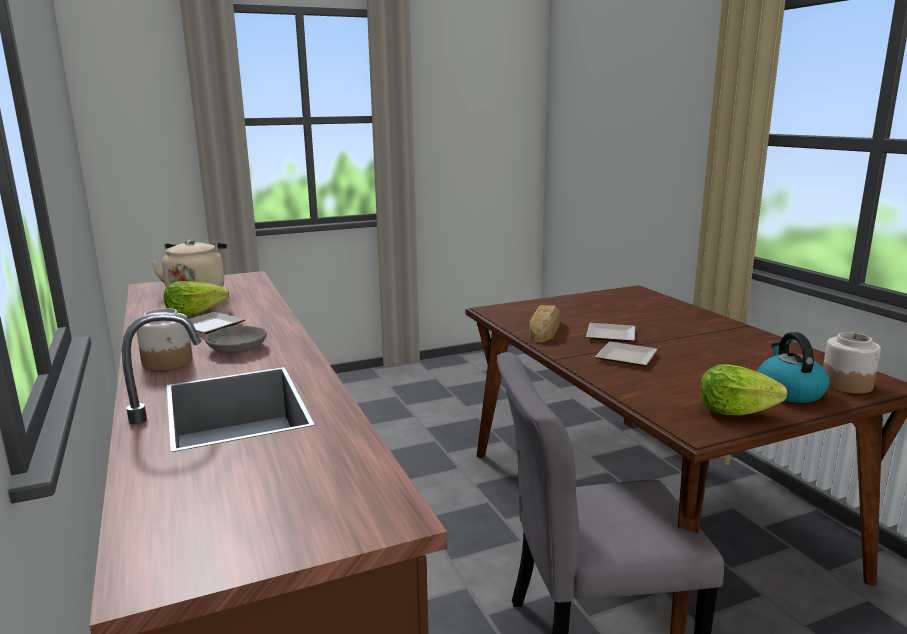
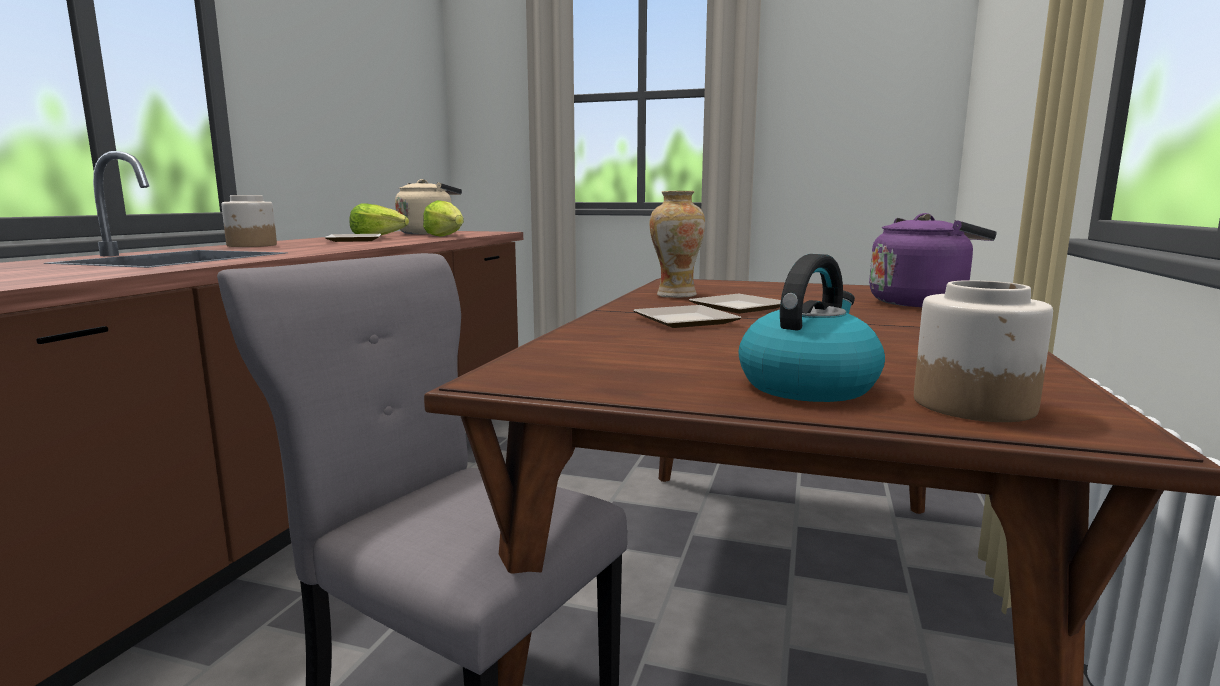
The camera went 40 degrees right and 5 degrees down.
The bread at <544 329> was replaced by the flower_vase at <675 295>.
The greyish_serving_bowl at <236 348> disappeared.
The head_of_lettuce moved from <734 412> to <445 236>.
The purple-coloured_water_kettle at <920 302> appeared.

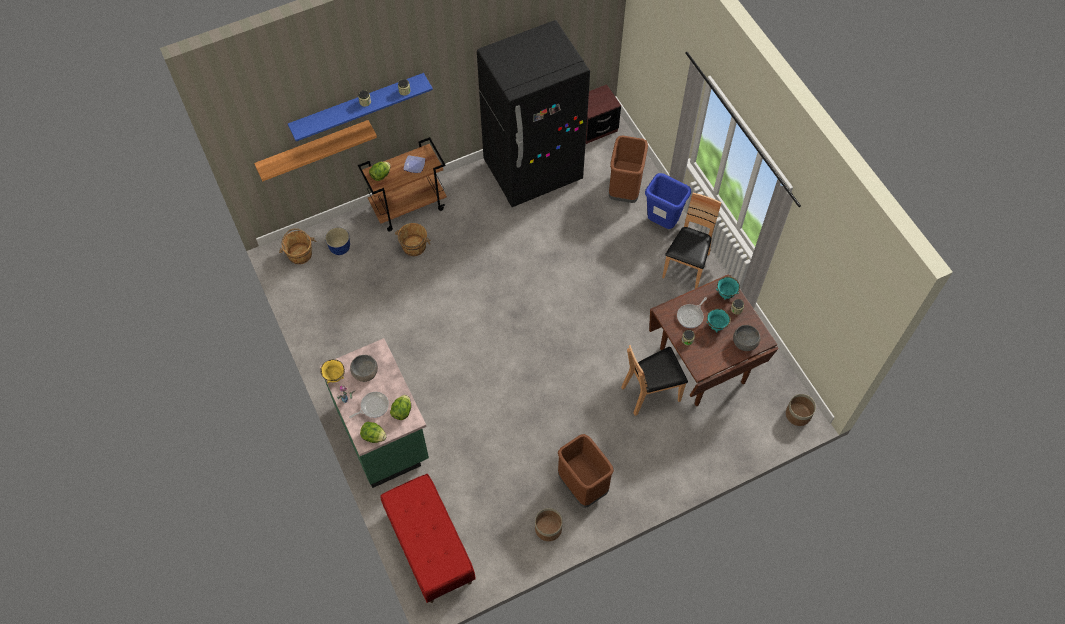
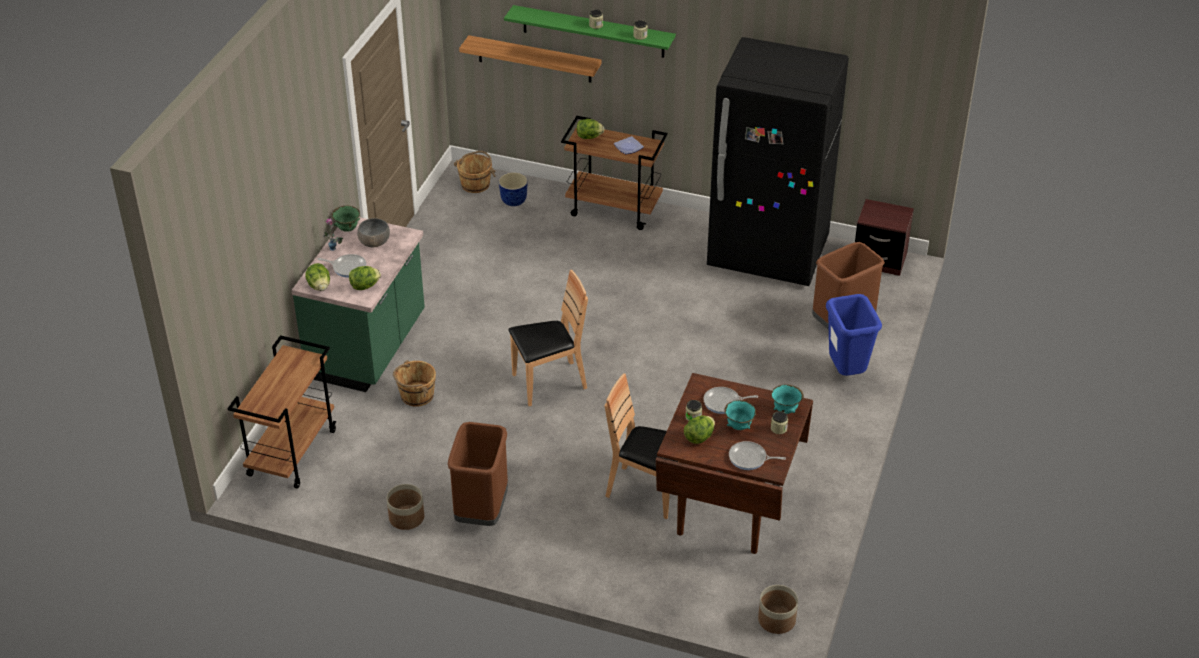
The camera went 45 degrees right and 20 degrees down.
The blue-coloured_shelf at <358 105> became the greenish_shelf at <593 31>.
The brown-coloured_upright_chair moved from <686 266> to <549 383>.
The brown-coloured_pail moved from <413 246> to <416 395>.
The greyish_serving_bowl at <745 342> was replaced by the frying_pan at <749 458>.
The yellow-coloured_serving_bowl at <334 377> became the greenish_serving_bowl at <347 229>.
The reddish_bench at <429 547> was replaced by the brown-coloured_wheeled_cart at <292 452>.
The head_of_lettuce at <699 437> appeared.

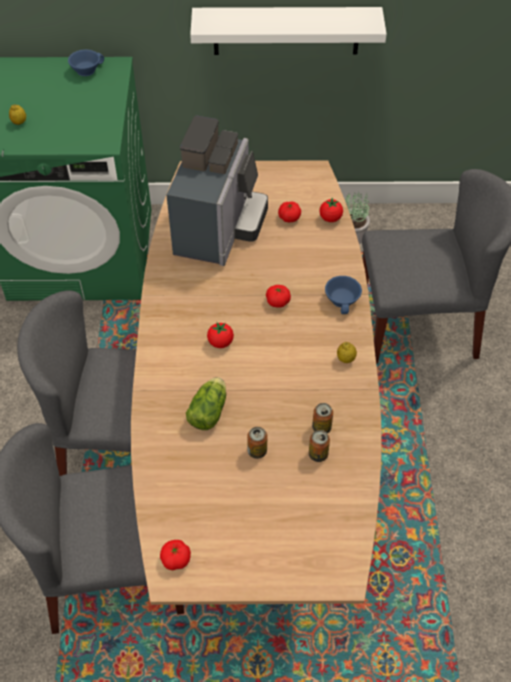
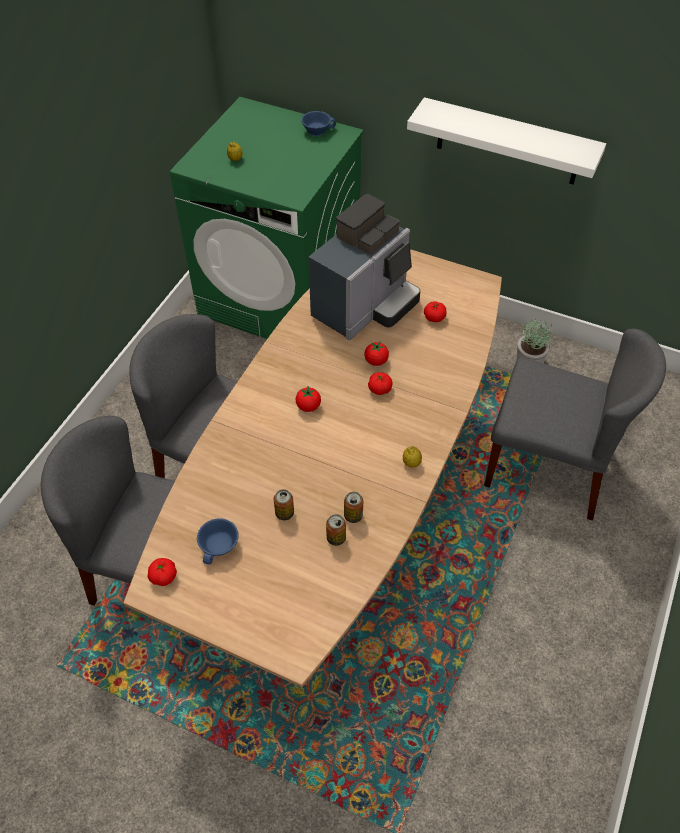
The camera went 25 degrees right and 0 degrees up.
The whole_tomato moved from <330 218> to <376 361>.
The blue-coloured_drinking_cup moved from <343 300> to <220 546>.
The head_of_lettuce at <209 410> disappeared.

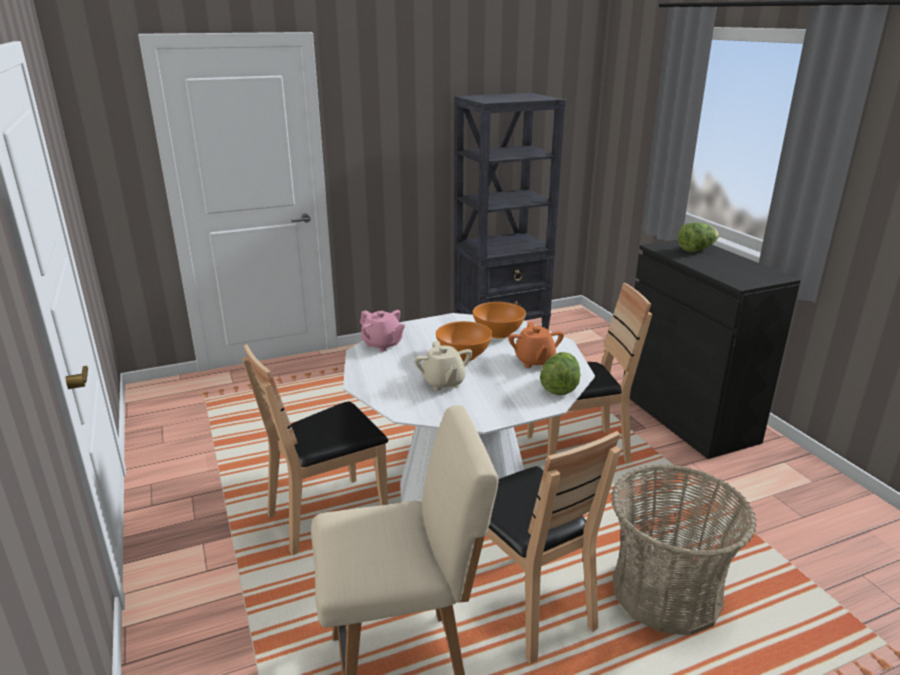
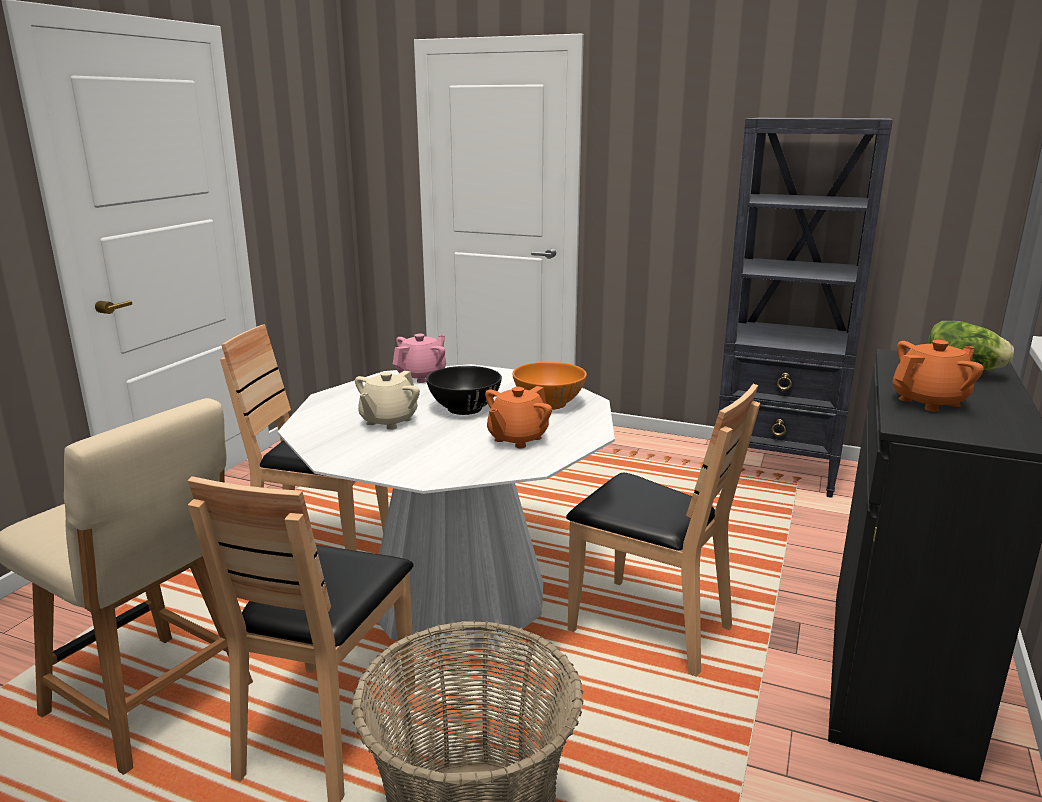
The camera went 45 degrees right and 5 degrees down.
The pinkish_pot_for_tea at <382 344> turned 135 degrees counterclockwise.
The orange_serving_bowl at <463 355> became the black-coloured_serving_bowl at <464 408>.
The head_of_lettuce at <560 387> disappeared.
The orange_pot_for_tea at <930 401> appeared.

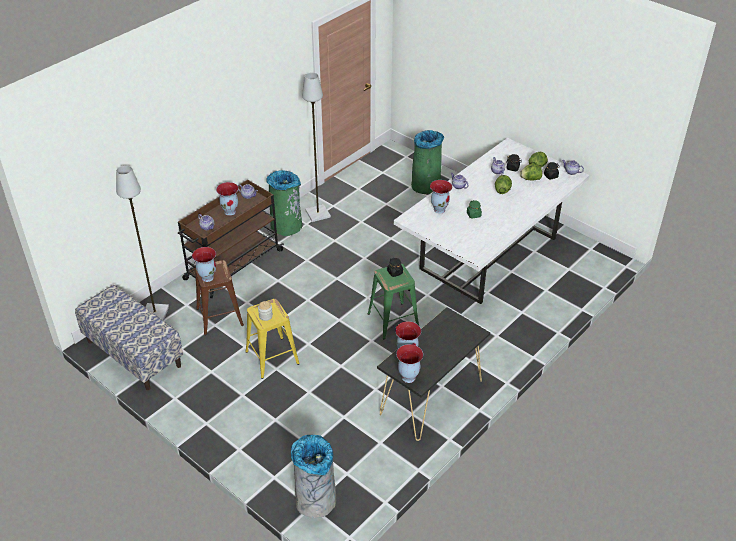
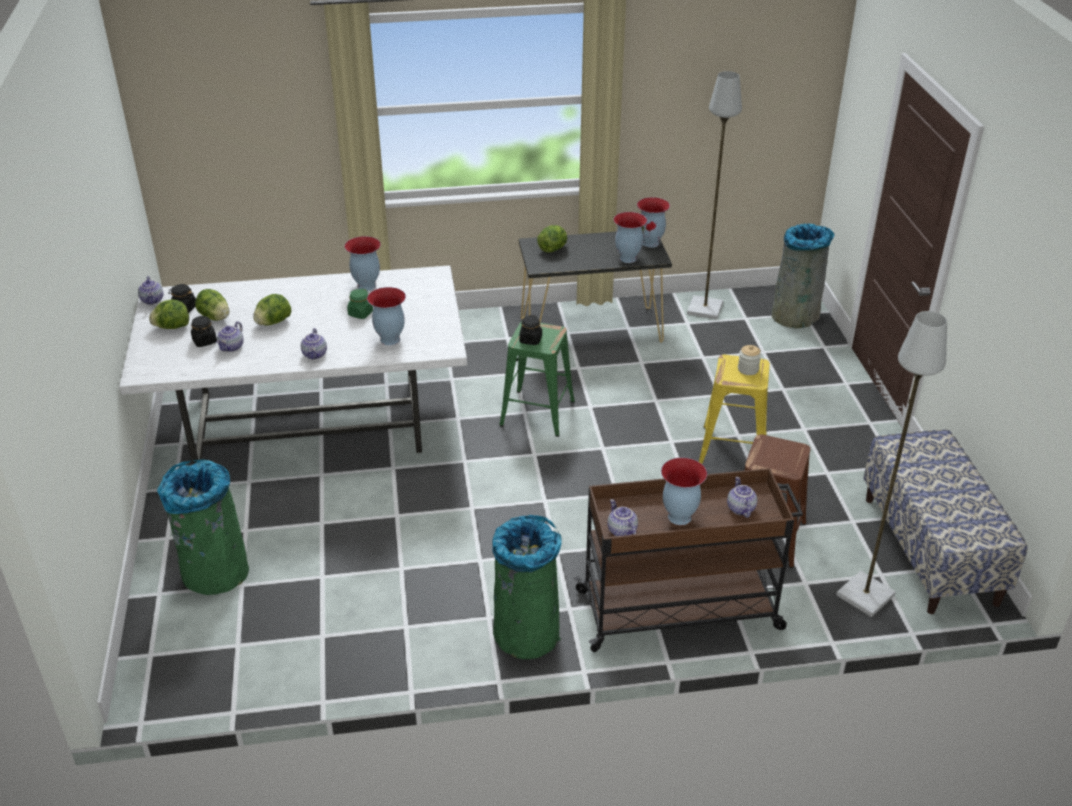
The camera went 140 degrees left and 5 degrees down.
The greyish_standing_lamp moved from <317 214> to <705 309>.
The flower_vase moved from <207 277> to <366 286>.
The head_of_lettuce at <553 249> appeared.

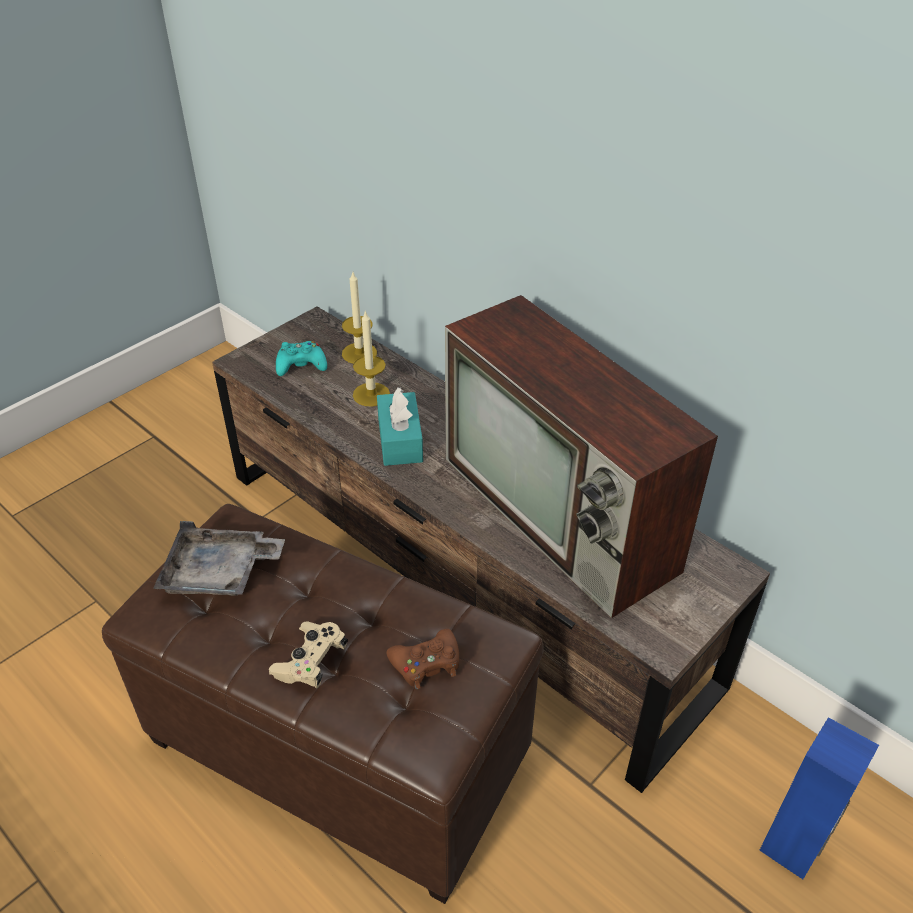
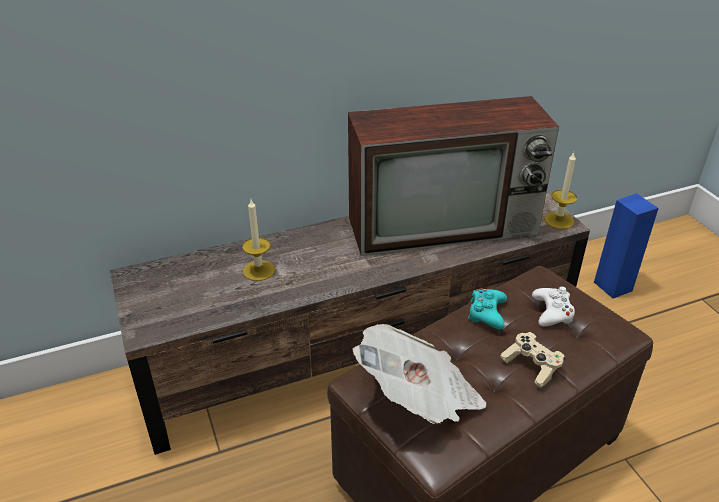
The camera went 65 degrees left and 5 degrees down.
The wax_light moved from <359 353> to <559 220>.
The turquoise-coloured_gamepad moved from <301 365> to <487 313>.
The turquoise-coloured_tissue_holder at <400 440> disappeared.
The greyish_serving_tray at <219 573> was replaced by the newspaper at <419 397>.
The brown-coloured_gamepad at <426 663> became the whitish_gamepad at <552 312>.

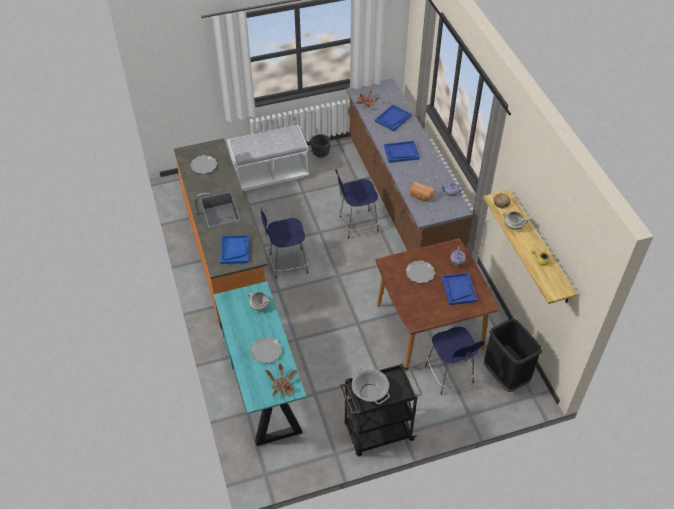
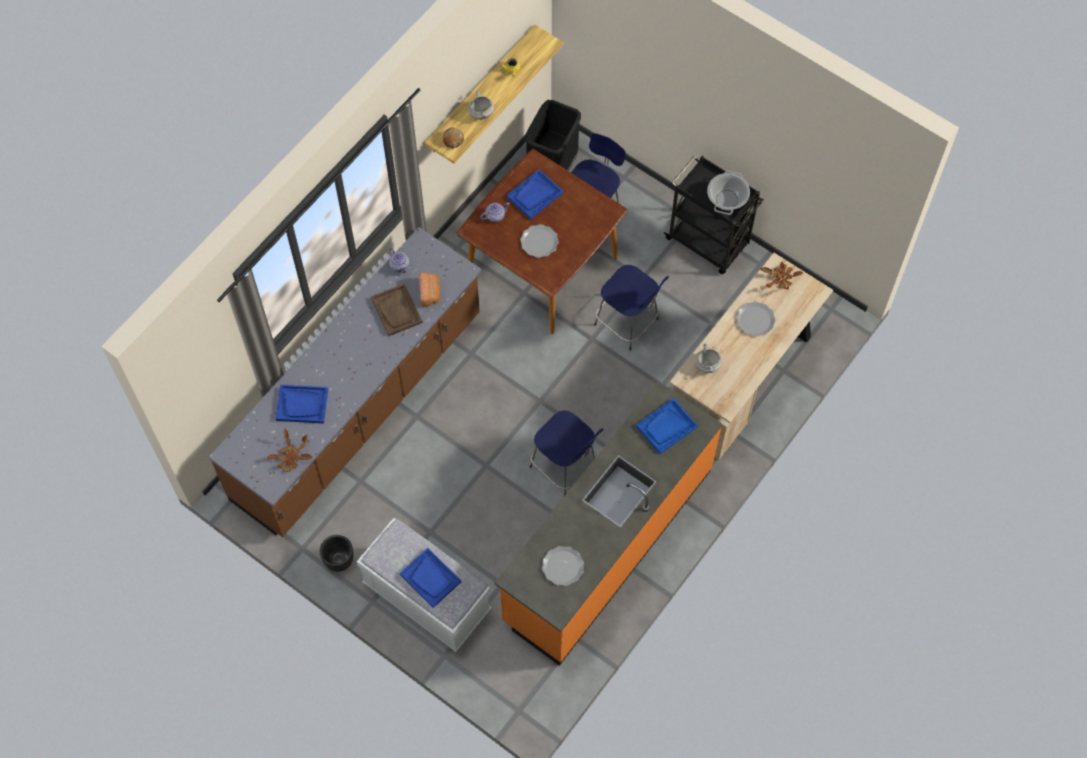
The camera went 125 degrees left and 15 degrees up.
The blue-coloured_serving_tray moved from <401 152> to <430 578>.
The blue-coloured_stool_seat moved from <357 224> to <628 323>.
The turquoise-coloured_desk at <262 385> became the beige-coloured_desk at <742 378>.
The brown-coloured_serving_tray at <396 311> appeared.

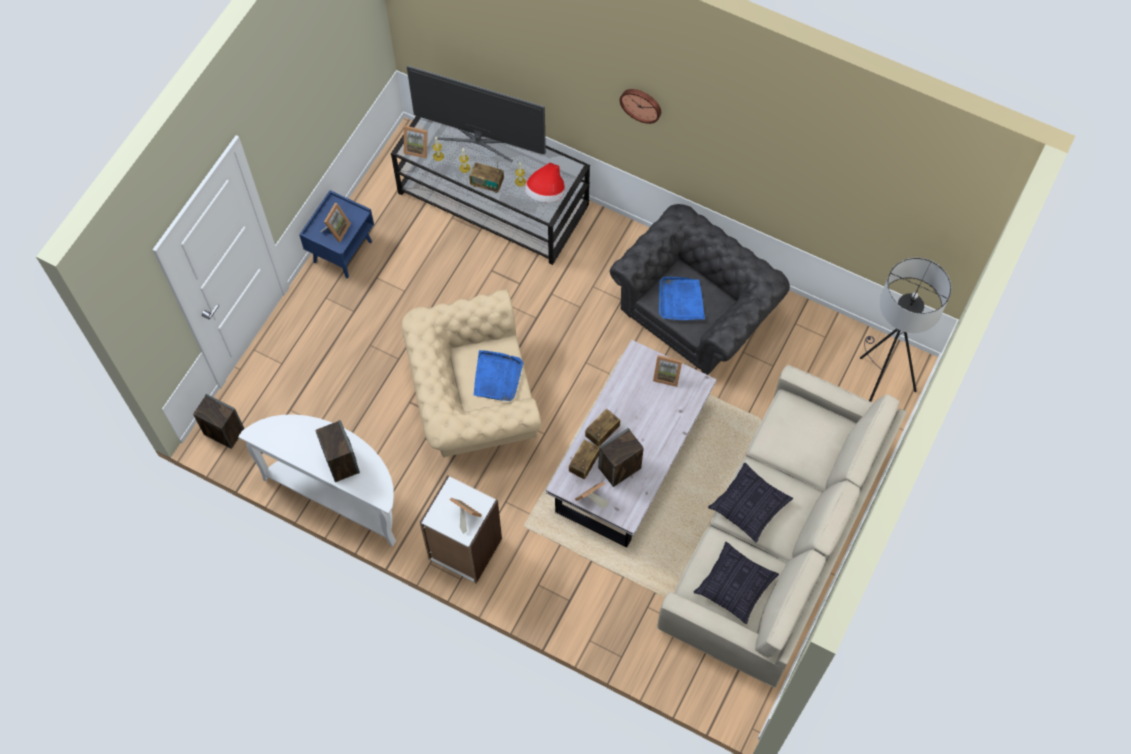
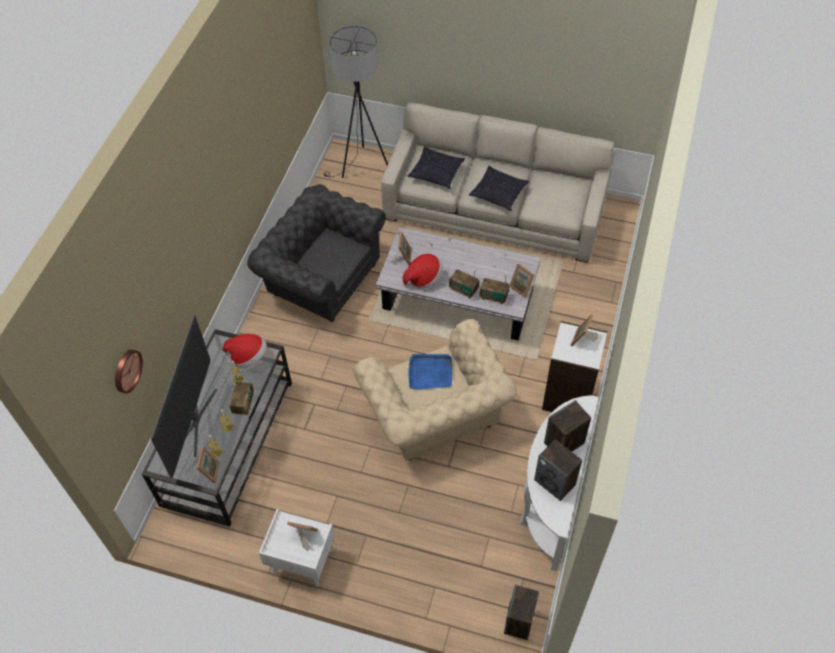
The camera went 100 degrees left and 10 degrees down.
The hanging_clock moved from <641 104> to <126 370>.
The blue-coloured_nightstand at <342 251> became the whitish_nightstand at <301 562>.
The blue-coloured_serving_tray at <680 300> disappeared.
The speaker moved from <619 468> to <555 482>.
The pillow moved from <734 586> to <436 173>.
The wearable_hat at <423 278> appeared.

